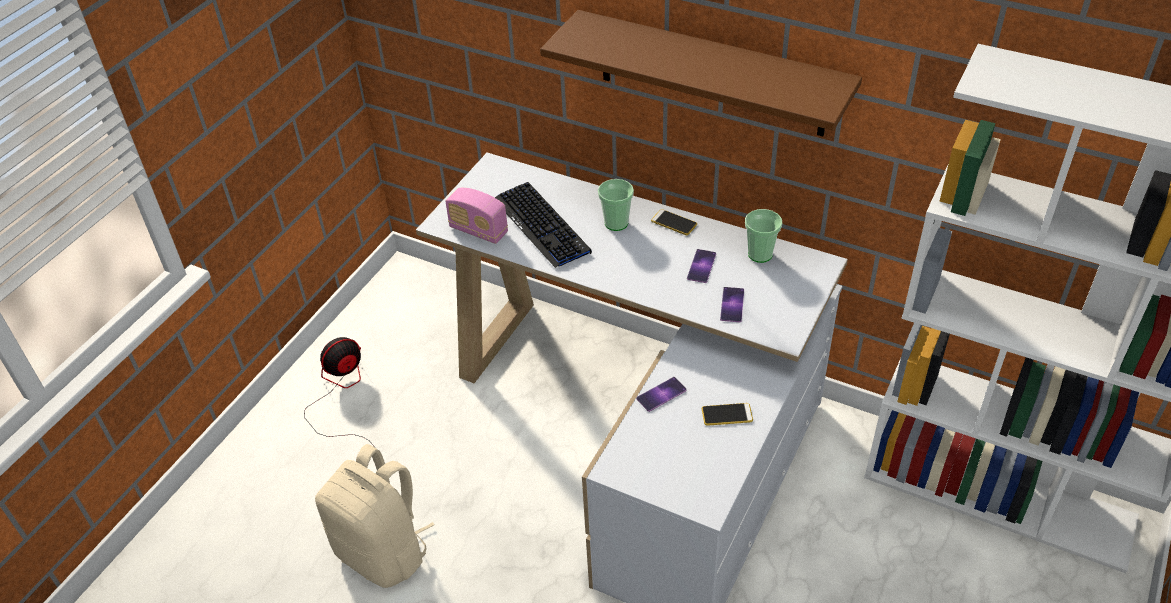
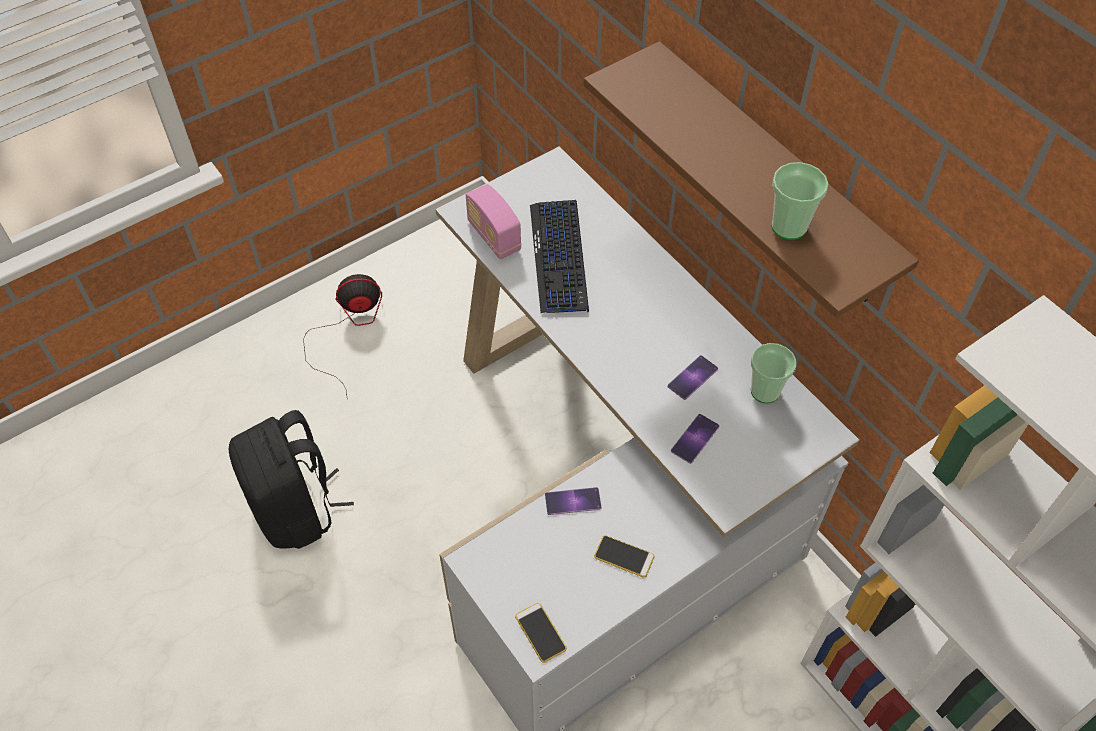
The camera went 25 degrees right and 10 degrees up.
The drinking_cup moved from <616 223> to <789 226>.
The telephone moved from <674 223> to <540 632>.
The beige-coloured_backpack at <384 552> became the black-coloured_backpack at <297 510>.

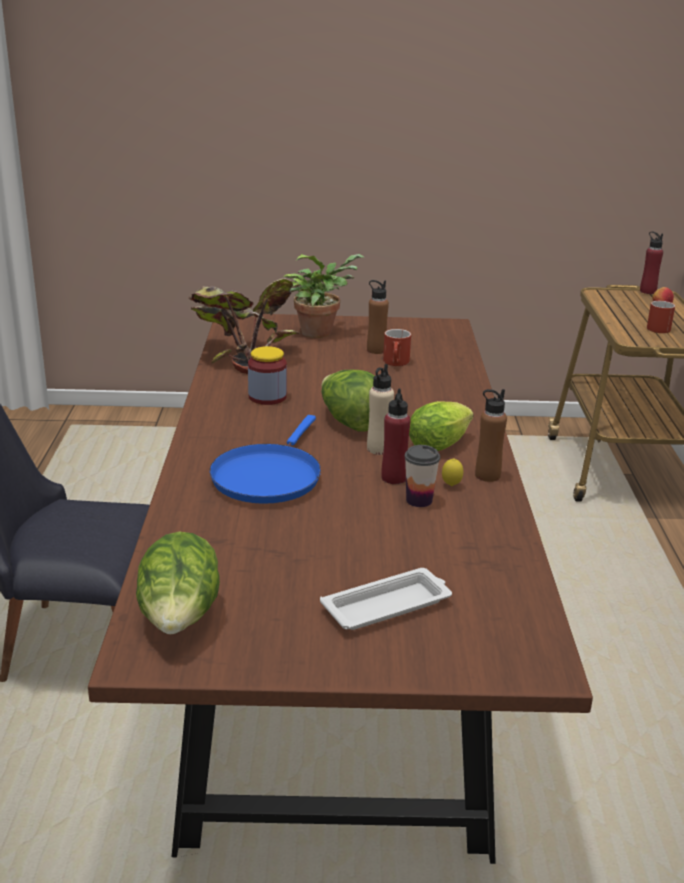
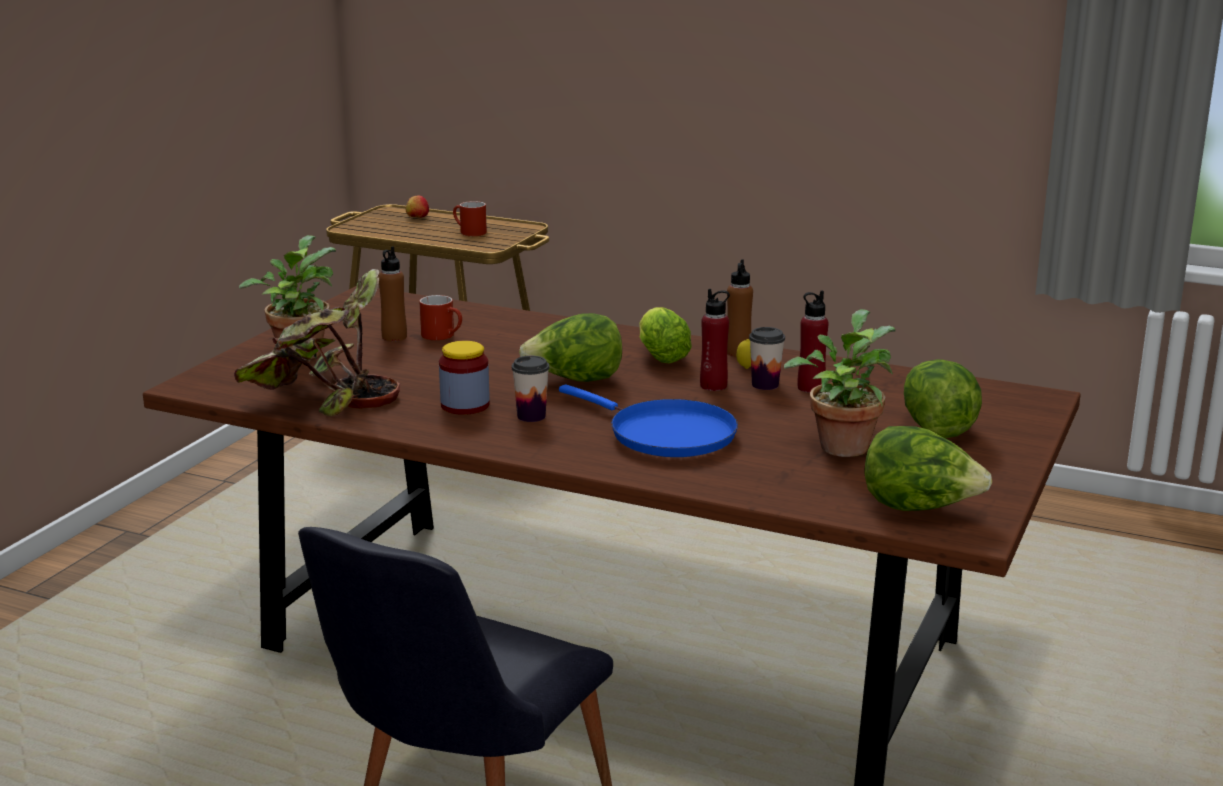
The camera went 65 degrees left and 5 degrees down.
The reddish_beverage_bottle moved from <647 291> to <810 388>.
The beige-coloured_beverage_bottle at <378 449> disappeared.
The whitish_serving_tray at <388 605> was replaced by the head_of_lettuce at <936 428>.
The potted_plant at <842 444> appeared.
The drinking_cup at <531 416> appeared.

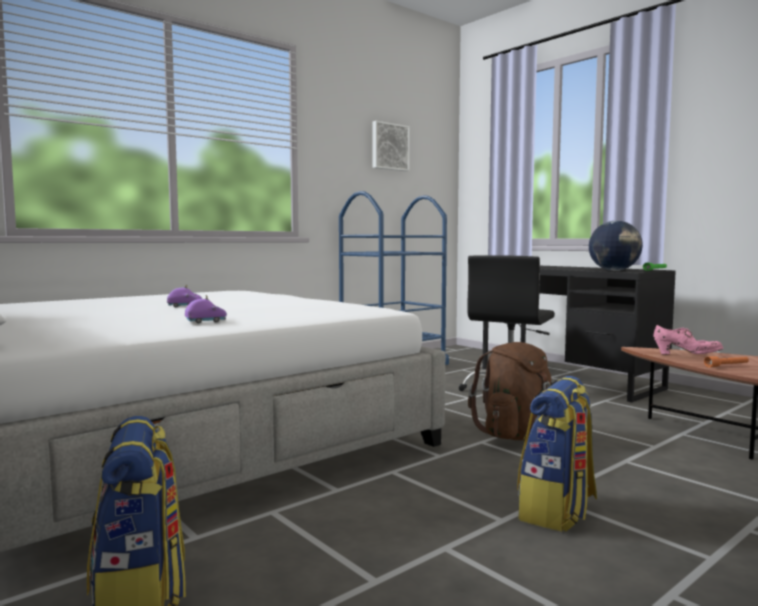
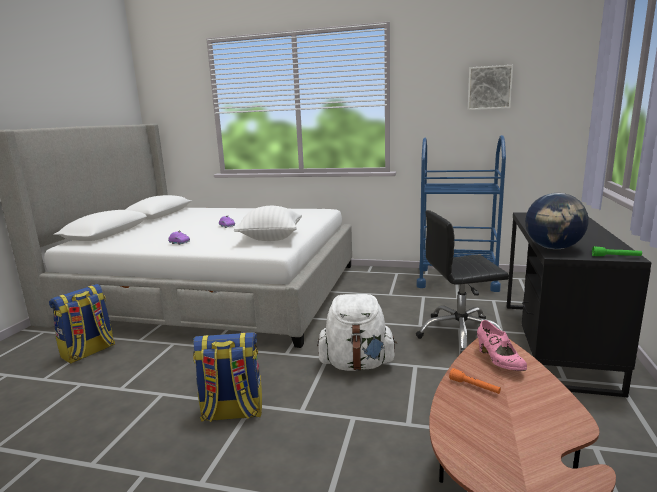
The camera went 55 degrees right and 10 degrees up.
The brown-coloured_backpack at <516 435> became the whitish_backpack at <356 364>.
The whitish_pillow at <271 238> appeared.

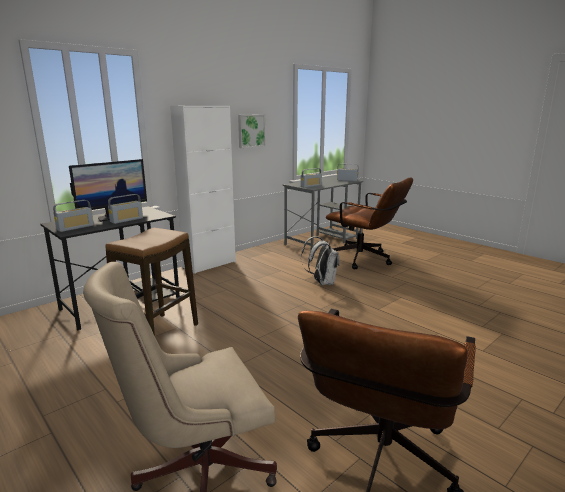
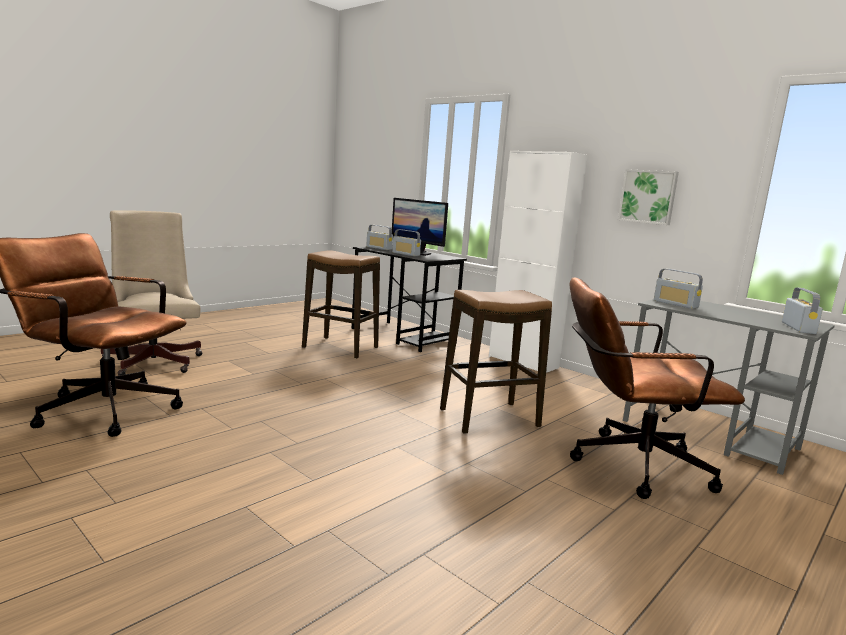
The camera went 85 degrees right and 5 degrees down.
The brown-coloured_desk_chair at <365 260> turned 60 degrees clockwise.
The whitish_backpack at <321 282> was replaced by the stool_seat at <489 418>.

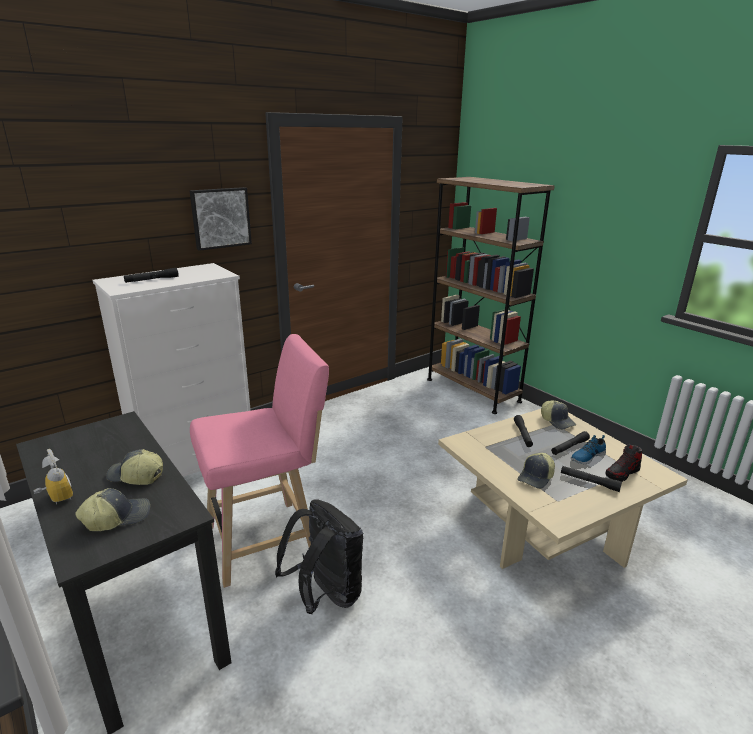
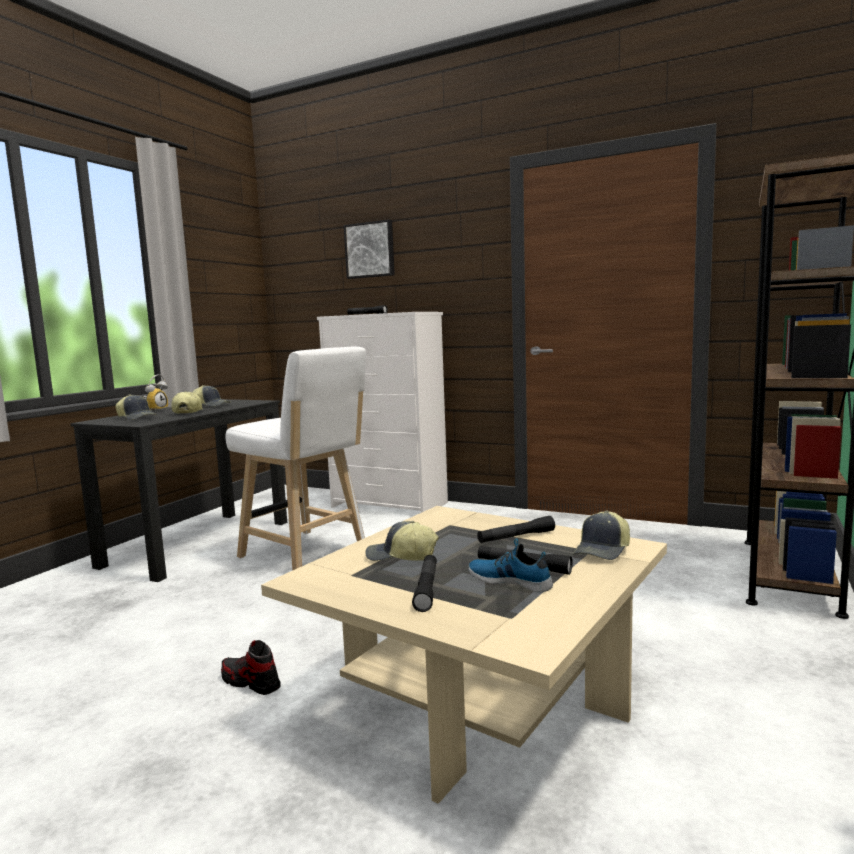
The camera went 65 degrees right and 15 degrees down.
The wall_picture moved from <220 218> to <370 250>.
The pinkish_stool_seat at <268 539> became the whitish_stool_seat at <307 554>.
The item_of_footwear moved from <622 473> to <250 682>.
The black-coloured_backpack at <326 594> disappeared.
The peaked_cap at <211 405> appeared.

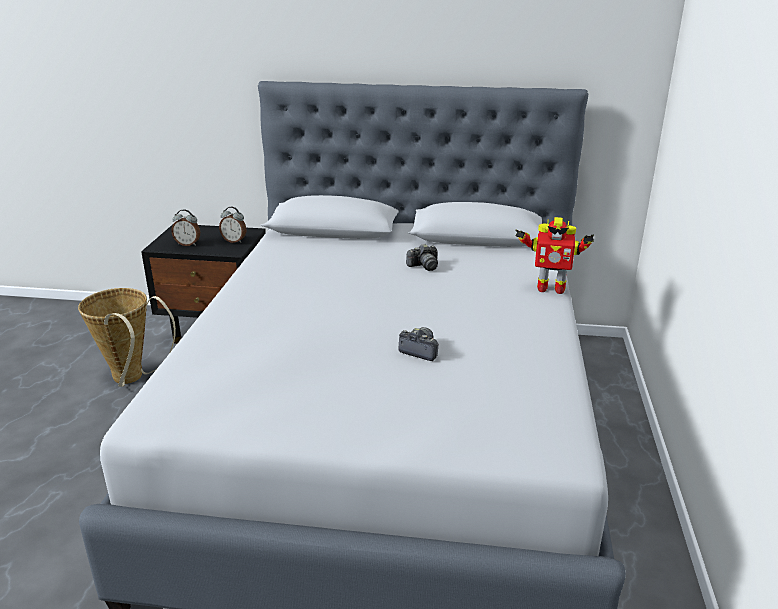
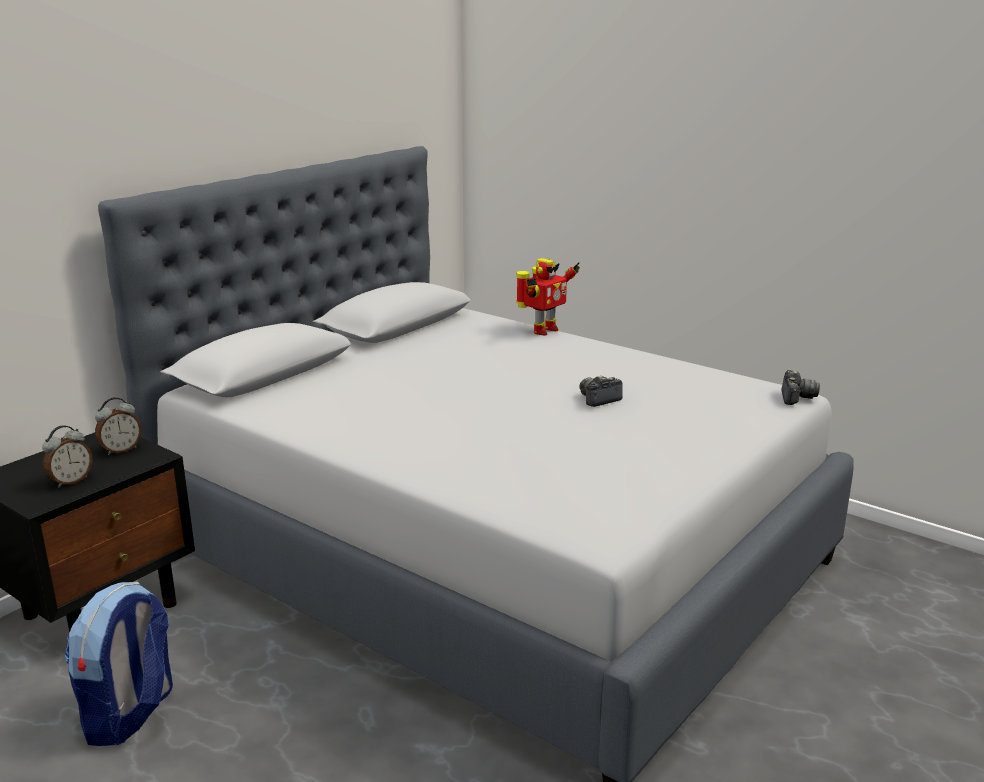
The camera went 60 degrees left and 5 degrees down.
The still_camera moved from <424 266> to <796 398>.
The household_basket at <132 379> was replaced by the backpack at <130 715>.

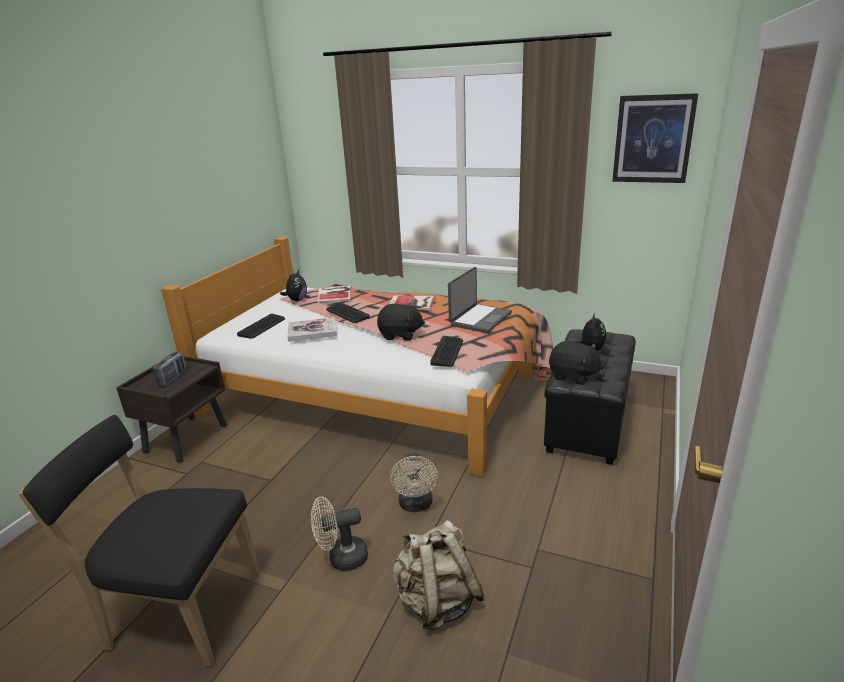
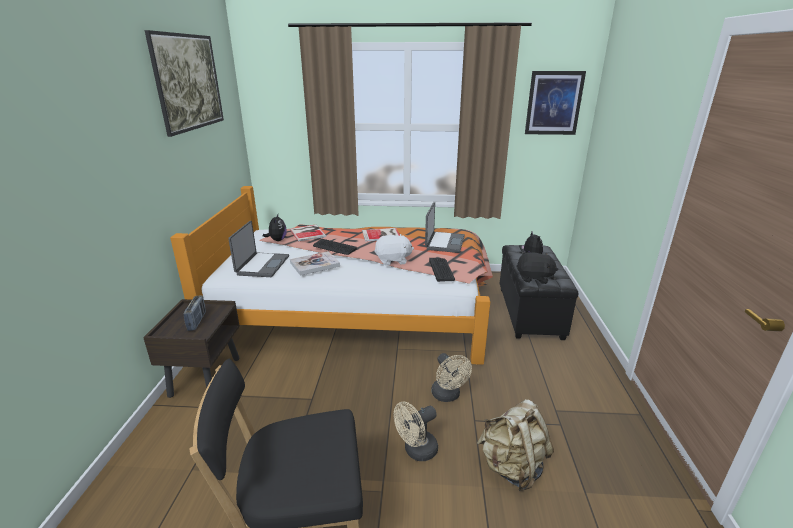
The camera went 20 degrees left and 0 degrees up.
The black-coloured_cuddly_toy at <400 335> became the whitish_cuddly_toy at <393 260>.
The computer_keyboard at <262 327> was replaced by the portable_computer at <262 265>.
The wall_picture at <193 105> appeared.

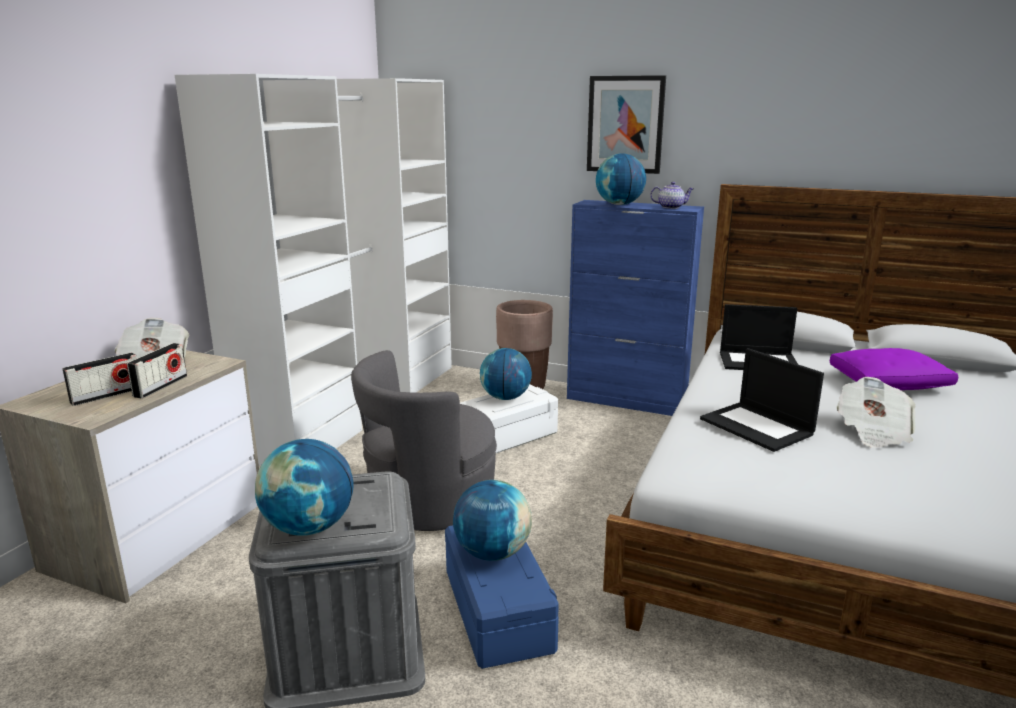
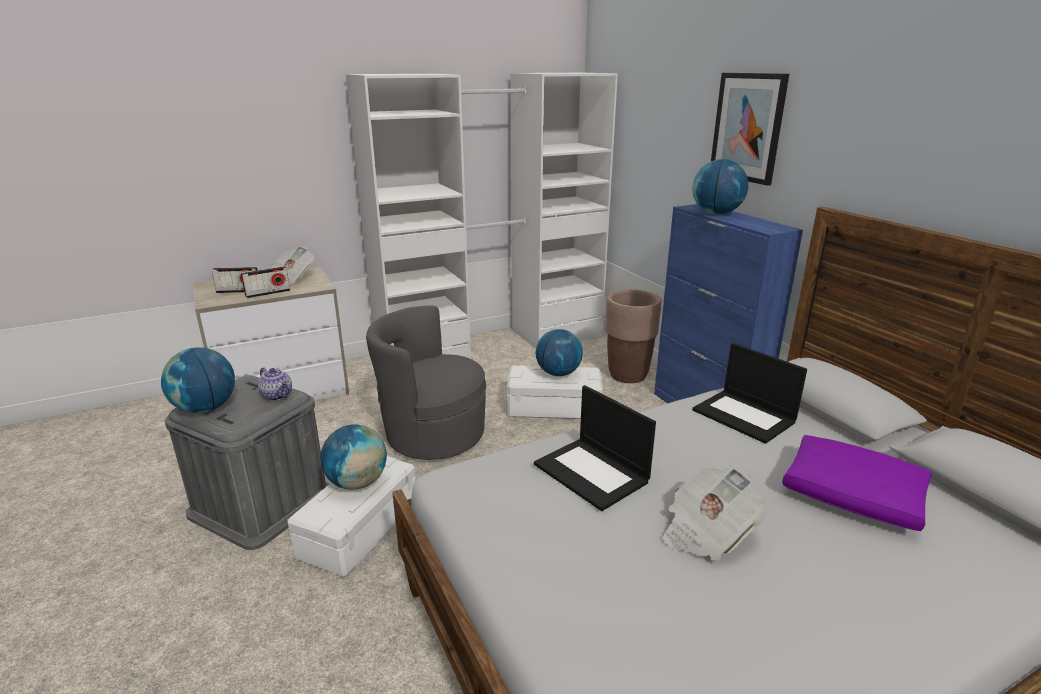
The camera went 40 degrees right and 5 degrees up.
The pot_for_tea moved from <671 207> to <278 395>.
The portable_computer at <758 427> turned 45 degrees counterclockwise.
The blue-coloured_storage_bin at <496 610> became the whitish_storage_bin at <359 527>.

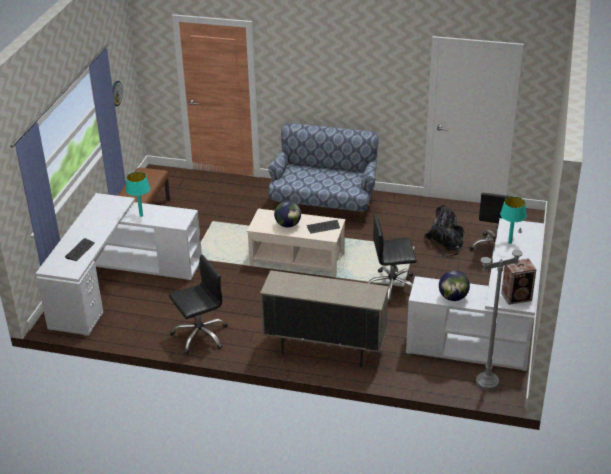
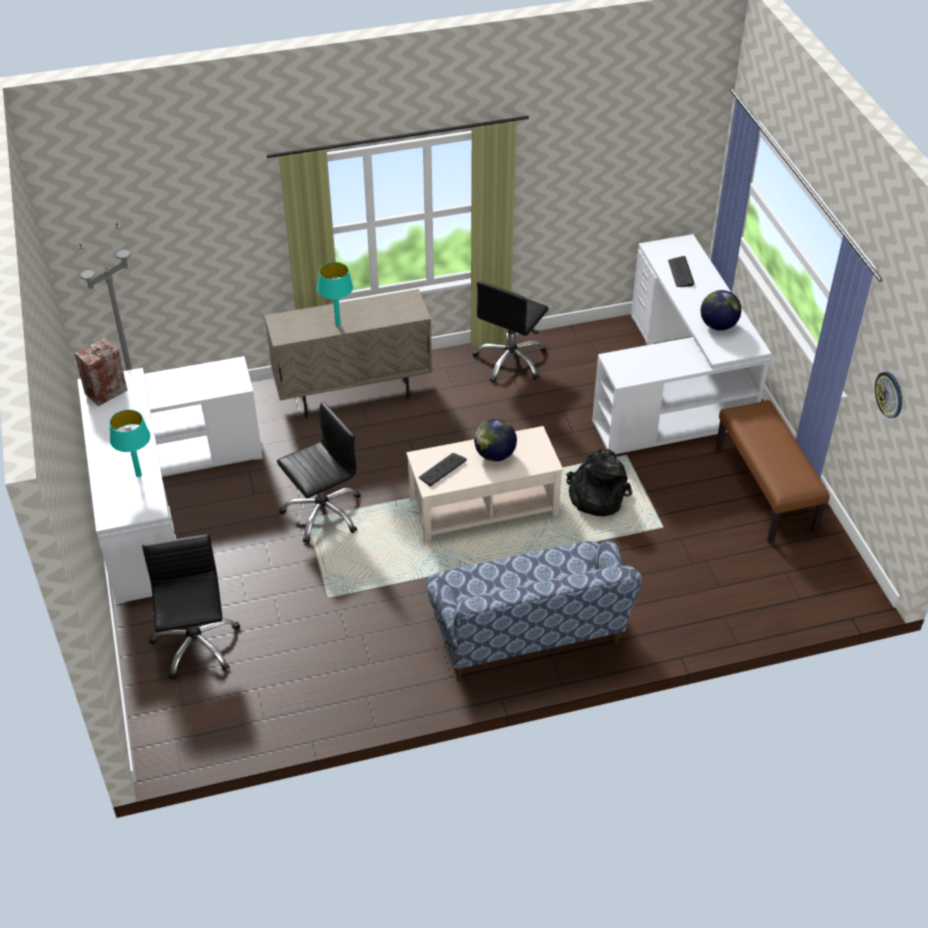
The camera went 150 degrees right and 10 degrees up.
The turquoise-coloured_tabletop_lamp moved from <141 215> to <337 324>.
The black-coloured_backpack moved from <445 243> to <595 496>.
The globe moved from <453 297> to <718 325>.

